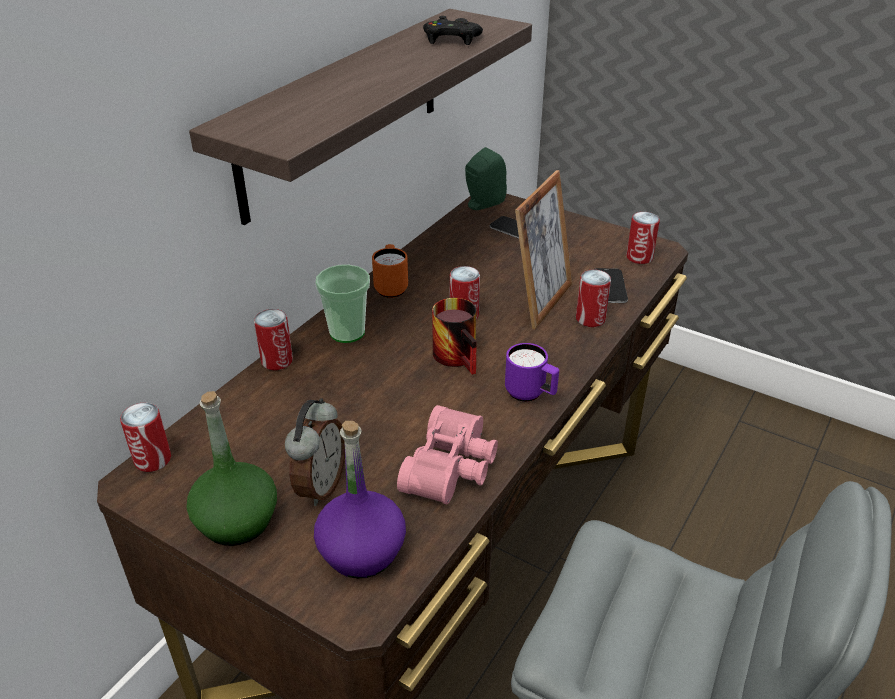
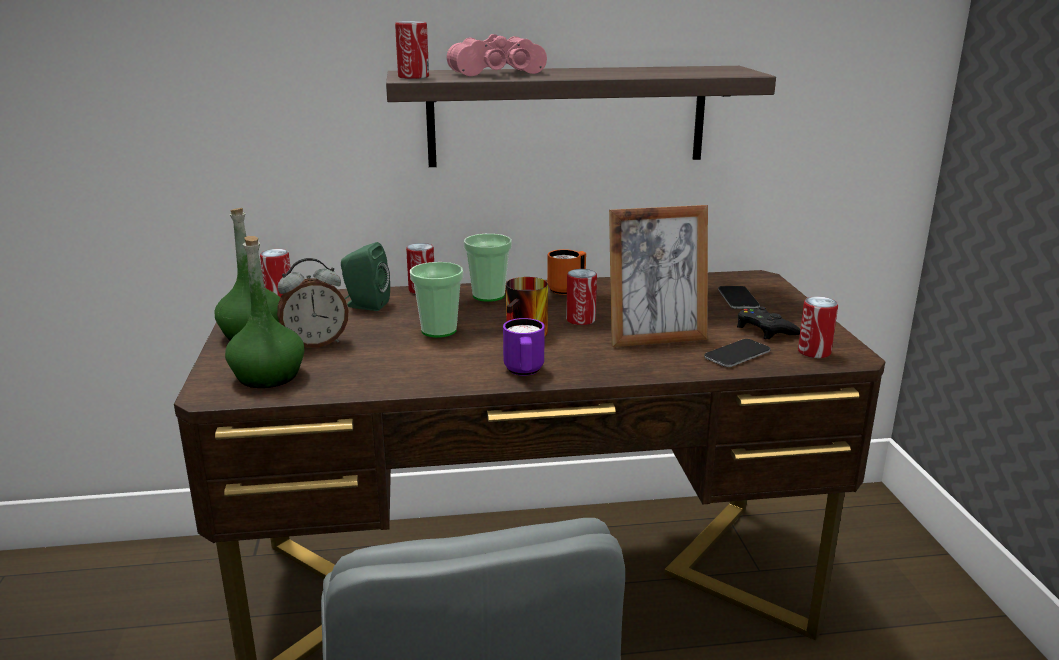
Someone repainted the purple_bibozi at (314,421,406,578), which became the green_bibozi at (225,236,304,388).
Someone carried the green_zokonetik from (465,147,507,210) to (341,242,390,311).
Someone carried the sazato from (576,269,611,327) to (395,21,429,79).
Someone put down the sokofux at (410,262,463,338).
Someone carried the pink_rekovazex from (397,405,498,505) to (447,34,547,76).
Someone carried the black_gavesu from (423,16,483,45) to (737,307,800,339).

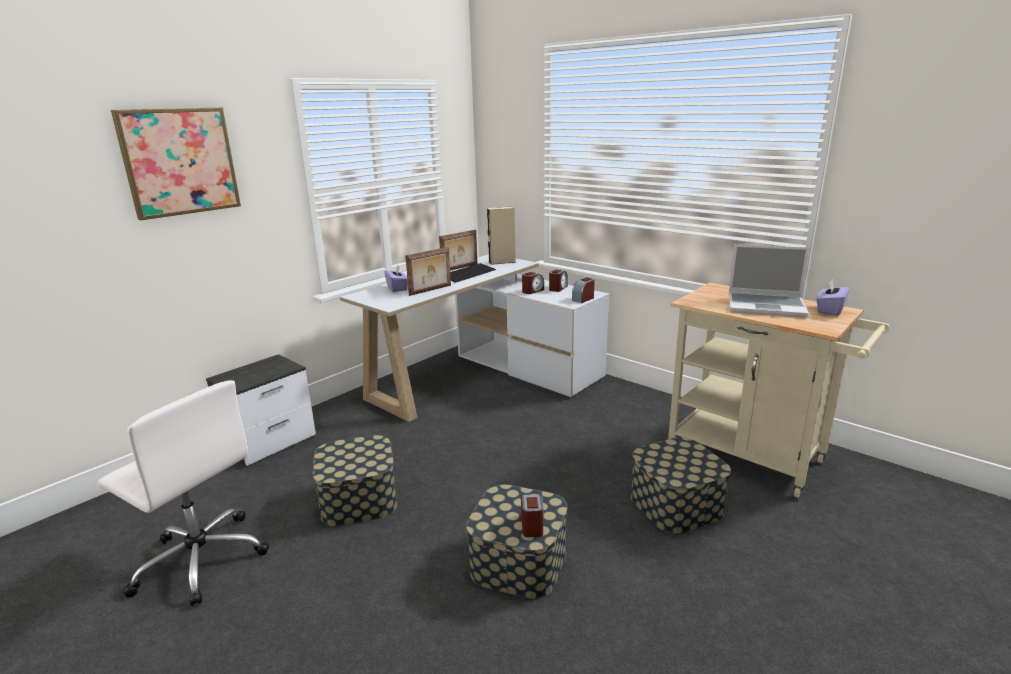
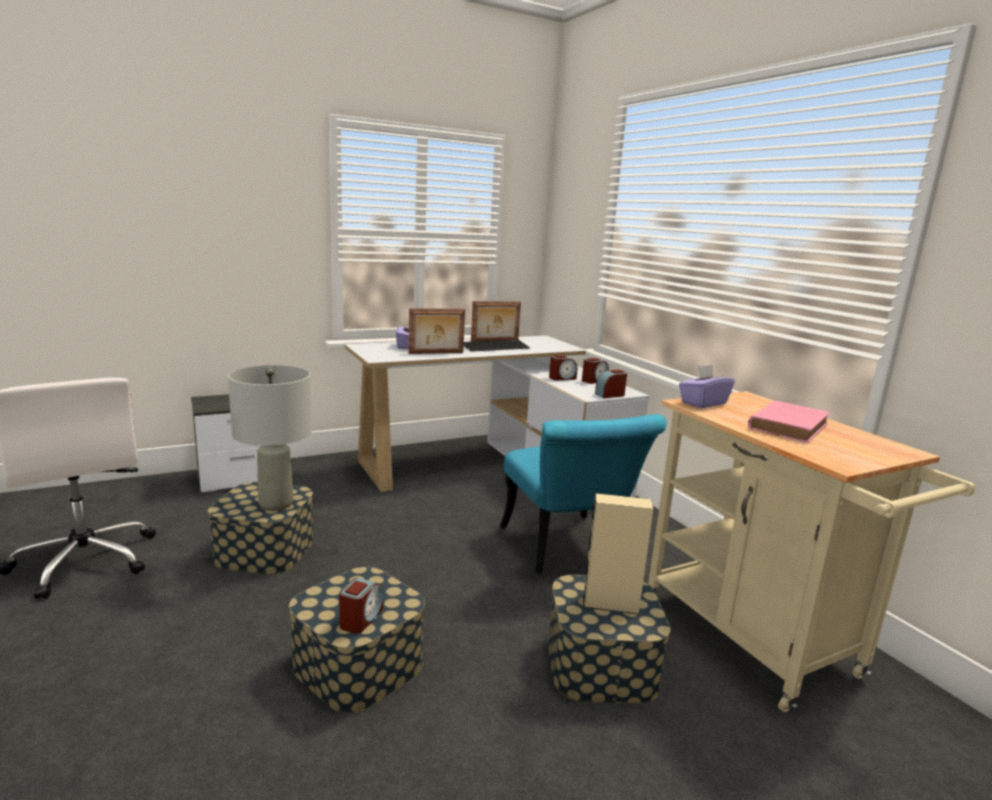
Someone put down the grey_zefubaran at (228,365,312,511).
Someone put down the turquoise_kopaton at (500,414,667,574).
Someone carried the beige_zokonetik from (487,207,516,265) to (583,493,653,615).
Someone carried the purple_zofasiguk from (816,279,849,316) to (679,364,735,408).
Someone swapped the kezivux at (729,244,809,318) for the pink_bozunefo at (748,400,830,443).
Someone took away the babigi at (111,108,241,220).

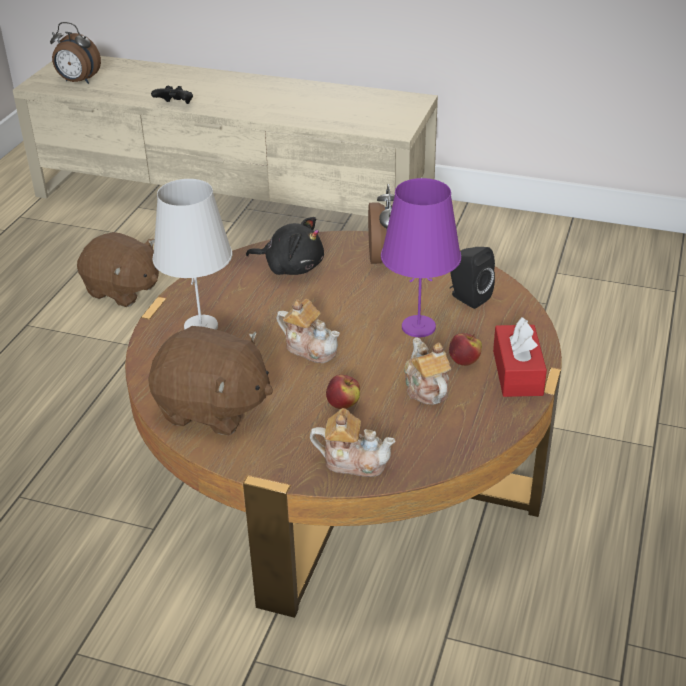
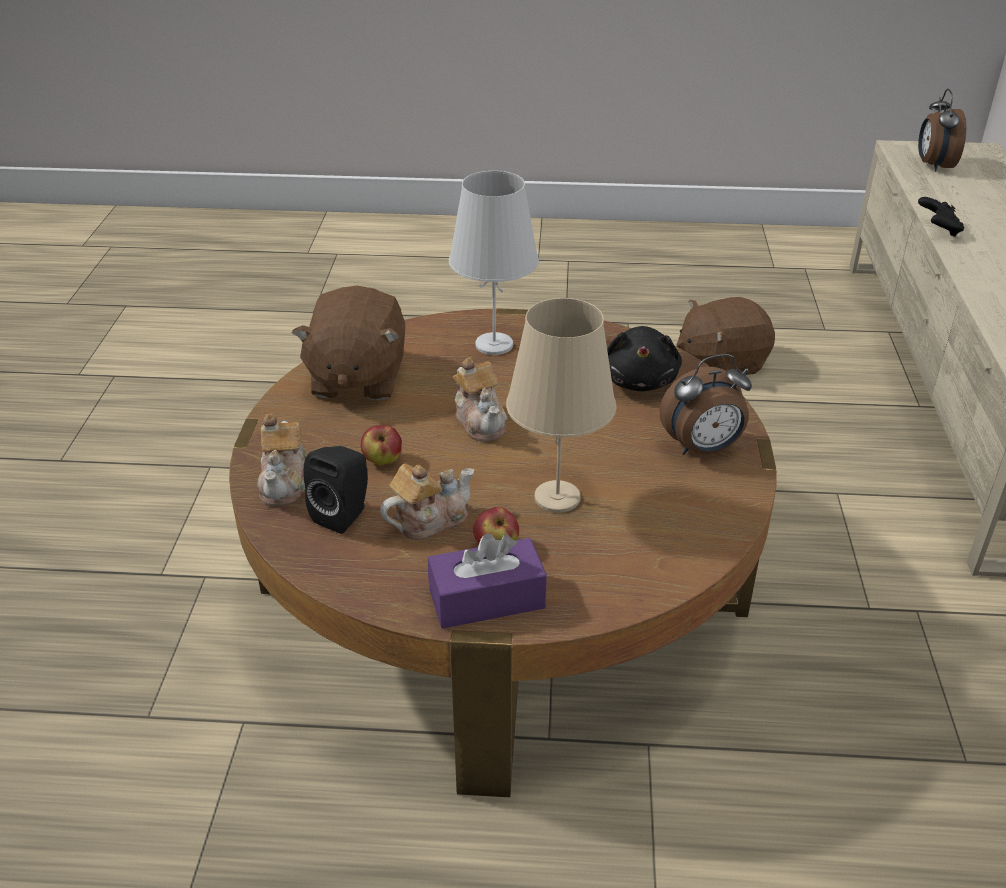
Someone carried the black_zokonetik from (450,247,495,309) to (303,446,368,534).
Someone repainted the red_zofasiguk at (493,317,547,397), which became the purple_zofasiguk at (428,533,547,629).
Someone rotated the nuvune at (276,299,340,363) by 45 degrees counterclockwise.
Someone repainted the purple_zefubaran at (381,178,461,337), which became the beige_zefubaran at (506,298,617,513).
Someone rotated the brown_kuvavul at (77,232,159,307) by 60 degrees clockwise.

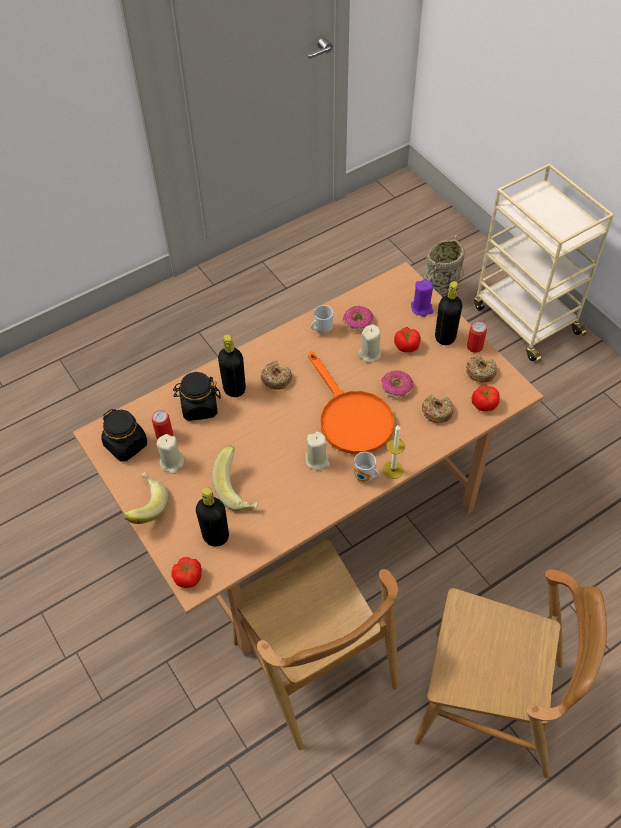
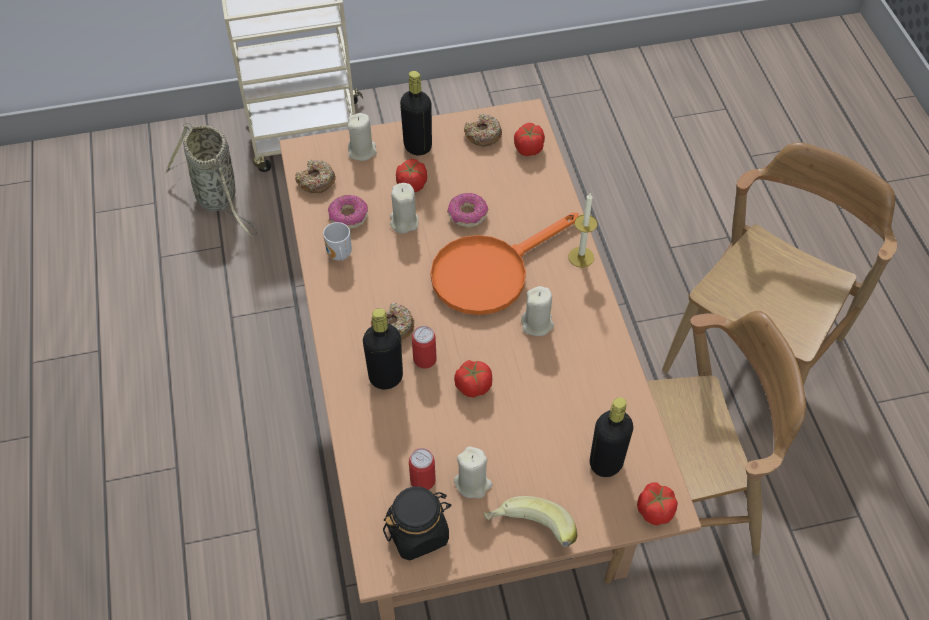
Someone carried the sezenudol from (422,394,453,423) to (295,159,336,193).
Someone repainted the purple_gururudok at (411,279,433,317), which became the beige_gururudok at (348,113,377,161).
Someone carried the sazato from (467,321,487,353) to (412,326,436,368).
Someone rotated the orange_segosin at (308,351,394,454) by 150 degrees clockwise.
Someone put down the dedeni at (454,360,492,398).
Someone took away the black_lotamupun at (173,372,221,421).
Someone took away the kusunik at (212,445,257,511).
Someone took away the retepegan at (354,452,380,482).

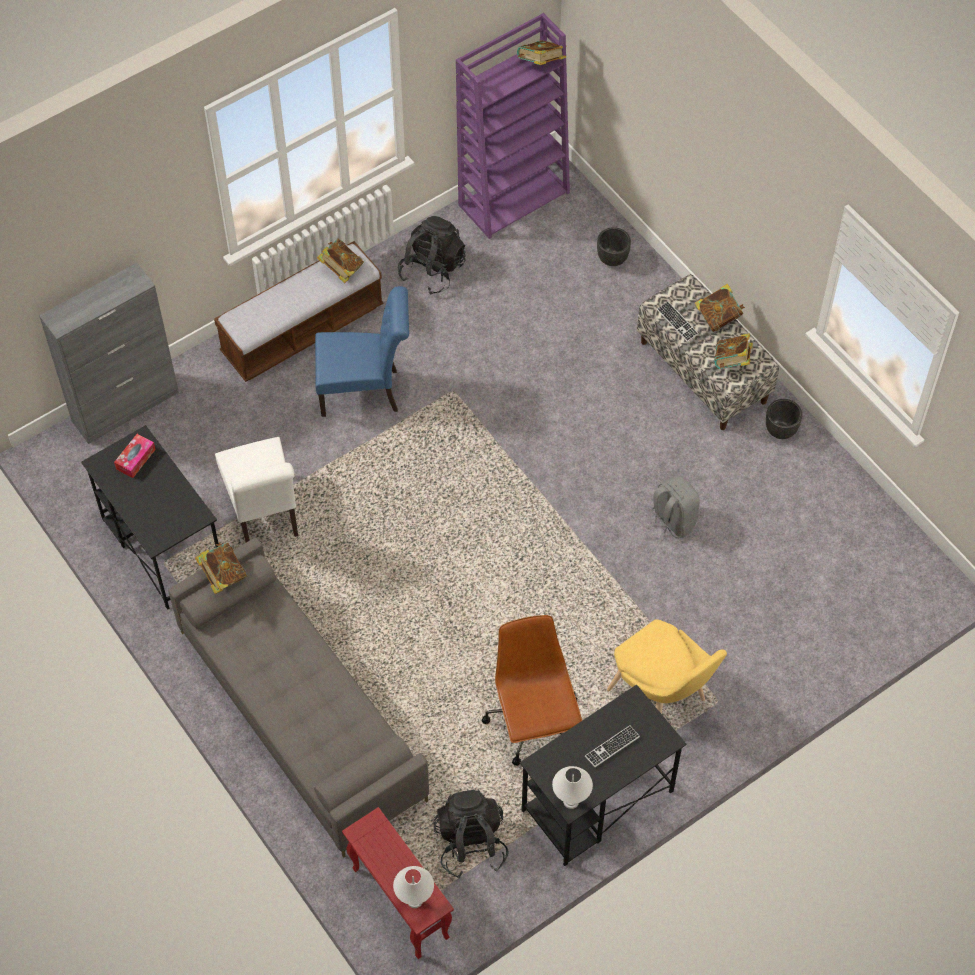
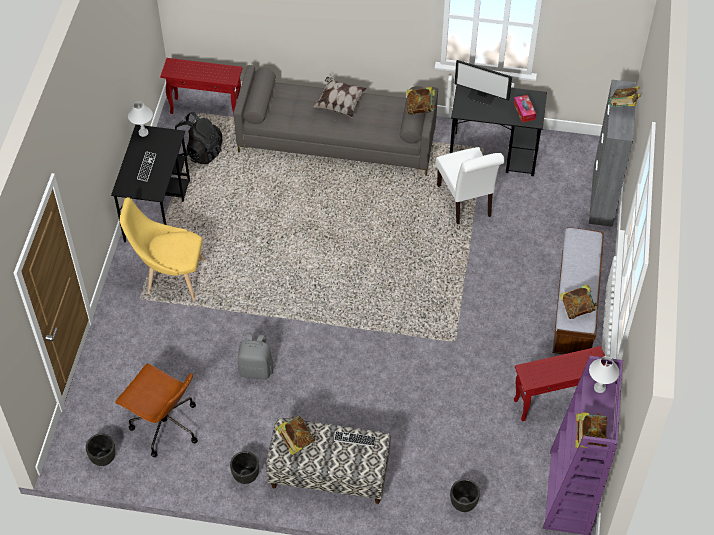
Someone put down the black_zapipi at (86,434,116,466).
Someone carried the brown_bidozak from (482,615,582,766) to (115,364,198,457).
Someone put down the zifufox at (313,77,367,118).
Someone rotated the white_kopaton at (215,437,298,542) by 135 degrees counterclockwise.
Someone put down the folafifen at (454,60,512,106).
Someone swapped the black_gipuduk at (398,216,466,294) for the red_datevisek at (514,346,608,421).
Someone carried the white_zefubaran from (393,866,434,908) to (589,356,620,393).
Someone carried the bozunefo from (694,283,745,332) to (609,86,641,107).
Someone took away the blue_kopaton at (315,286,409,417).

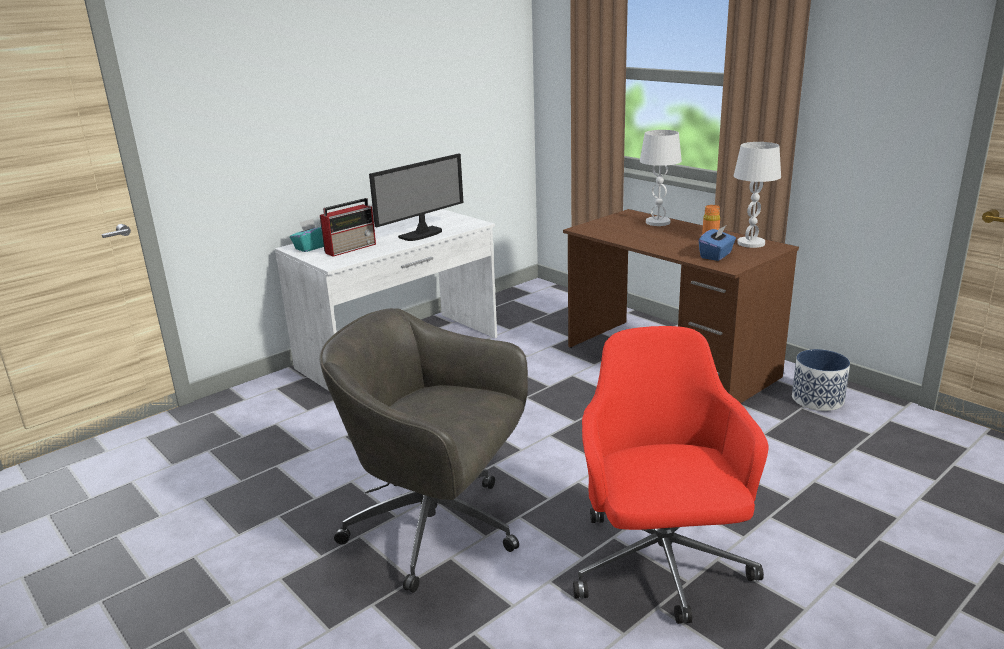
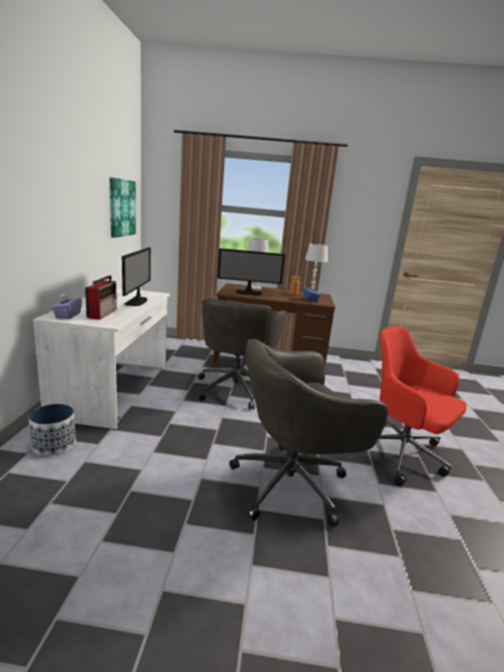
Someone carried the zapipi from (792,349,850,411) to (29,404,76,456).
Someone repainted the turquoise_zofasiguk at (290,219,324,252), which became the purple_zofasiguk at (52,293,82,319).
Someone put up the babigi at (110,177,136,238).
Someone put down the grey_bidozak at (198,298,286,409).
Someone put down the folafifen at (217,248,285,295).

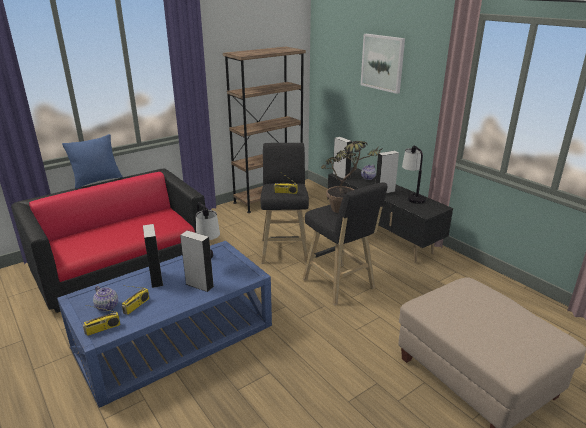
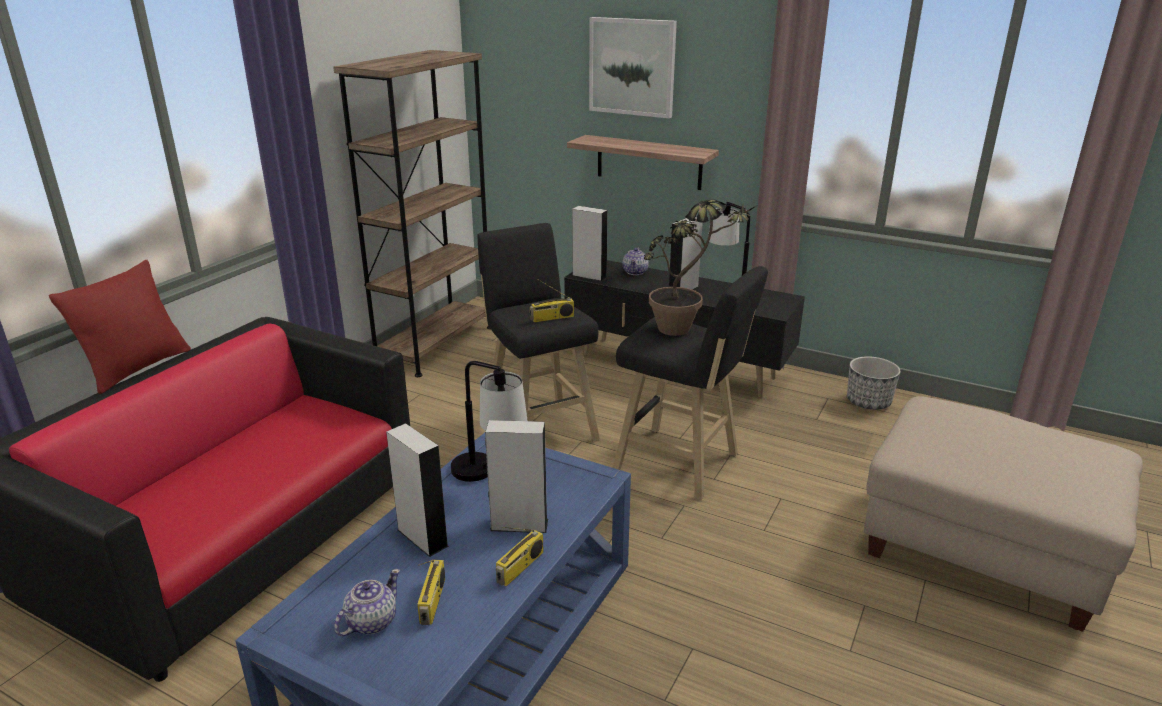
Someone repainted the blue_zifufox at (62,134,122,189), which became the red_zifufox at (49,260,191,394).
Someone rotated the nuvune at (93,286,118,311) by 75 degrees counterclockwise.
Someone carried the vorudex from (83,305,121,336) to (496,527,543,586).
Someone put up the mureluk at (567,135,719,190).
Someone put down the zapipi at (847,356,900,410).

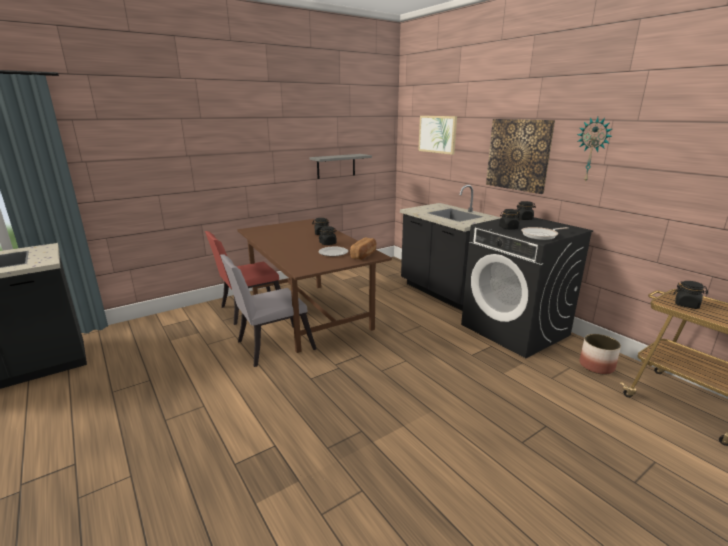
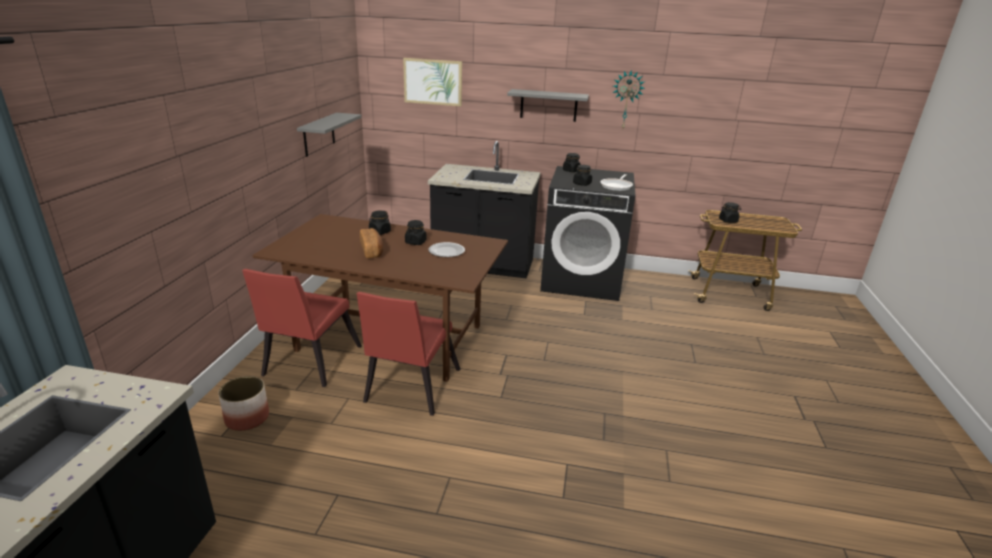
Someone carried the zapipi from (579,334,621,374) to (219,376,269,431).
Someone repainted the grey_kopaton at (220,255,316,367), which became the red_kopaton at (357,292,460,416).
Someone carried the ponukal from (350,237,376,260) to (360,228,383,258).
Someone swapped the babigi at (486,119,555,194) for the grey_mureluk at (507,89,589,122).

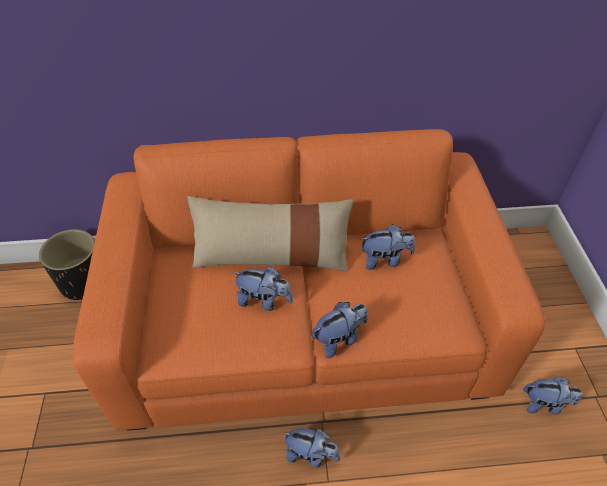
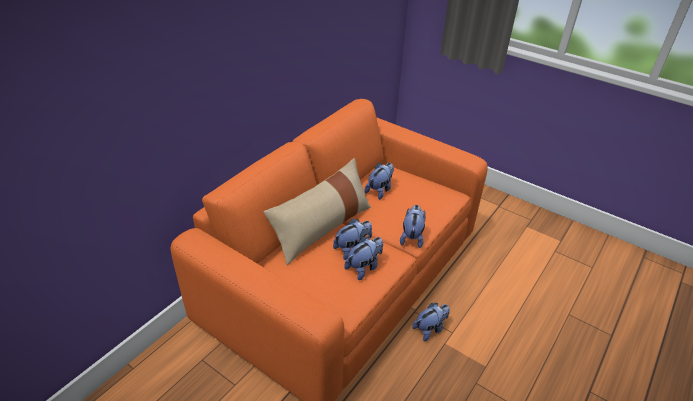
Someone carried the kuvavul from (523,377,582,414) to (344,236,383,280).
Someone took away the black_zapipi at (39,229,95,300).

